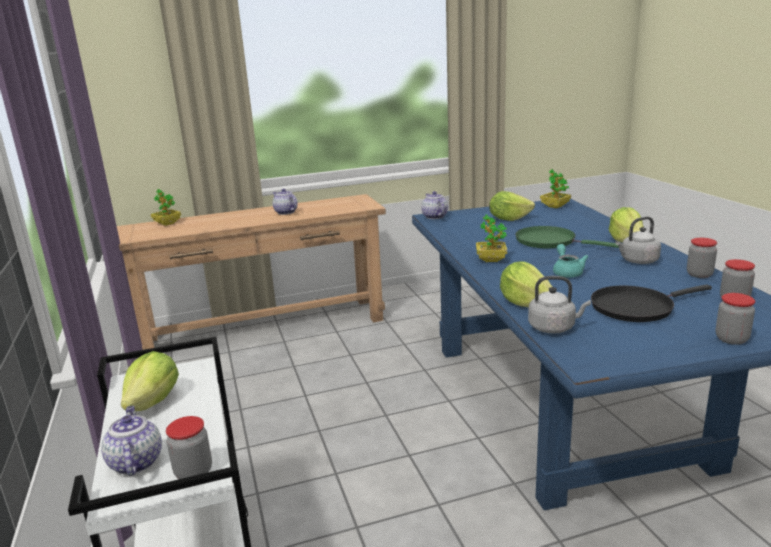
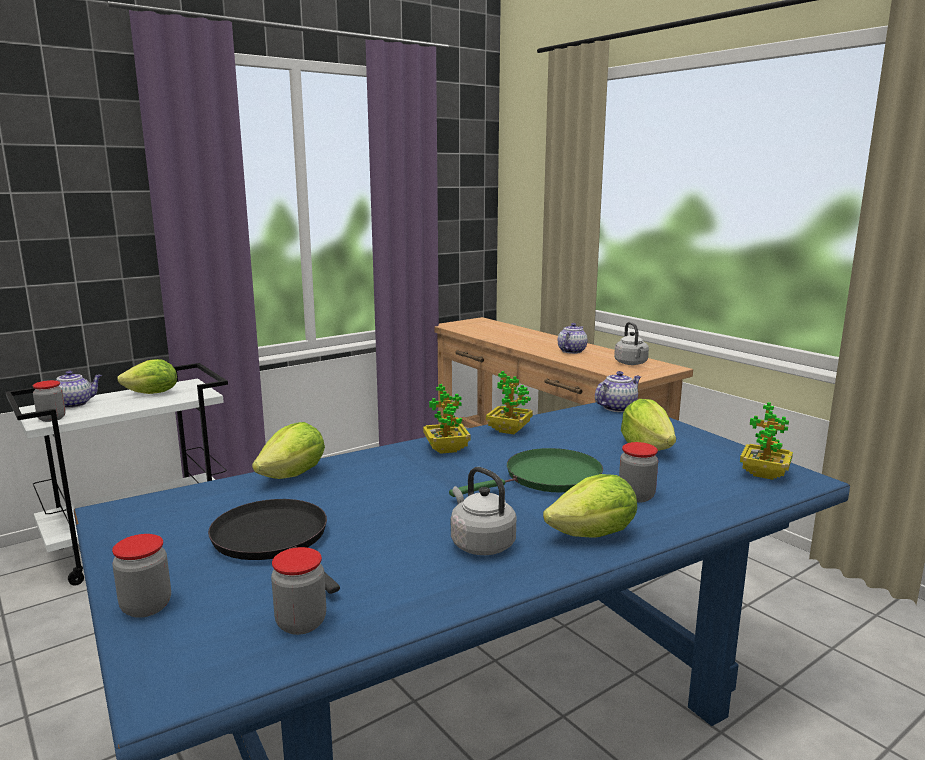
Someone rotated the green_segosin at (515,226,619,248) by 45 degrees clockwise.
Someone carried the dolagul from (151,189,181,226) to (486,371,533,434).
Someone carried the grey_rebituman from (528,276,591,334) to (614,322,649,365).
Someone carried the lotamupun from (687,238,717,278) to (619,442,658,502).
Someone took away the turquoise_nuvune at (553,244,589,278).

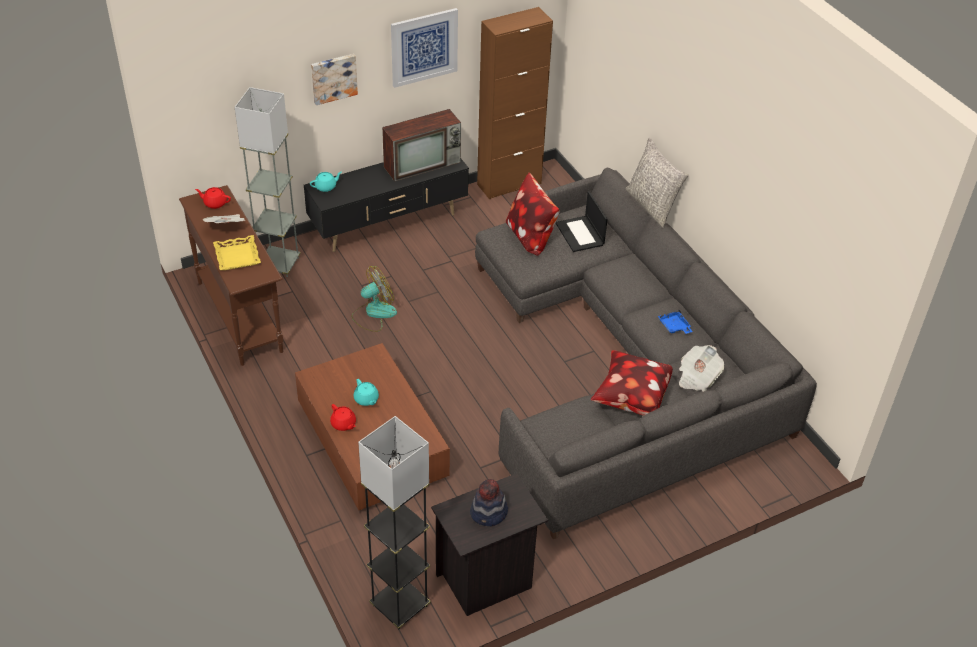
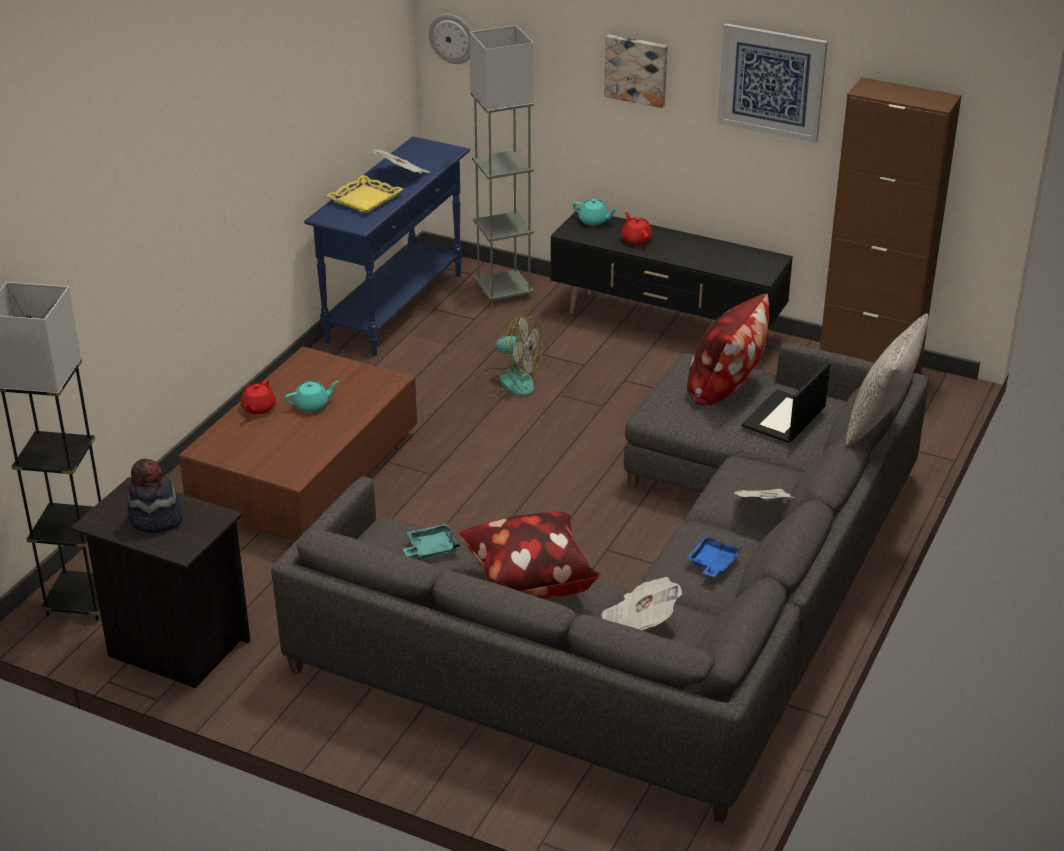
Someone rotated the turquoise_nuvune at (354,379,379,406) by 135 degrees counterclockwise.
Someone repainted the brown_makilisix at (179,185,283,366), which became the blue_makilisix at (304,136,470,356).
Someone put down the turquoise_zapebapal at (403,524,460,559).
Someone put up the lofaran at (429,14,472,64).
Someone carried the red_nuvune from (195,187,231,209) to (621,212,652,245).
Someone put down the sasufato at (734,489,795,501).
Someone took away the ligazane at (382,109,461,182).

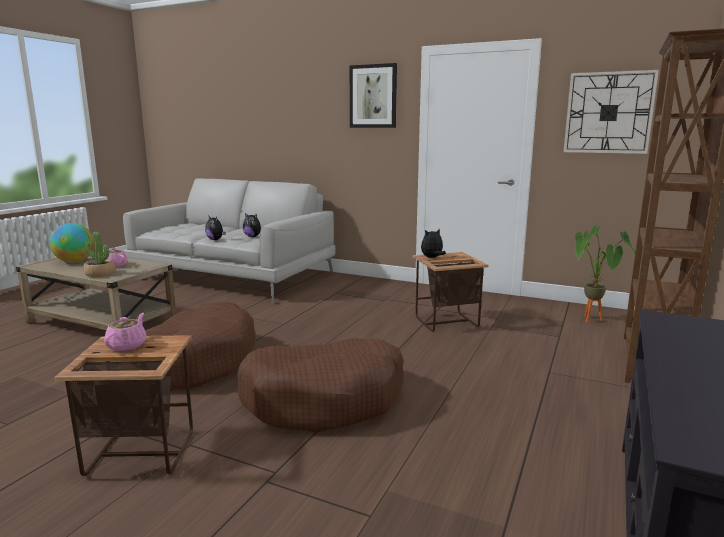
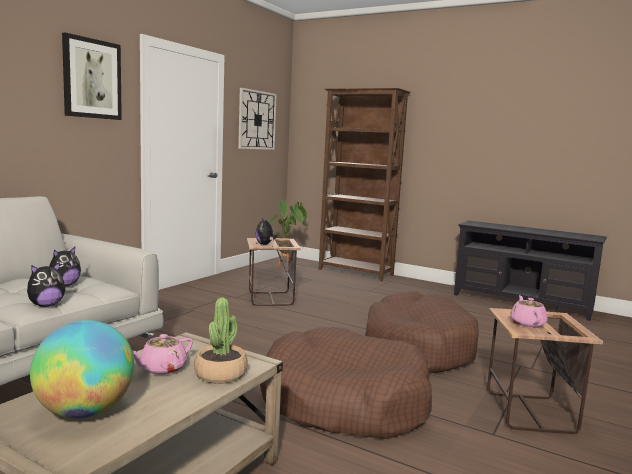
Someone rotated the pink_nuvune at (104,313,146,351) by 75 degrees clockwise.

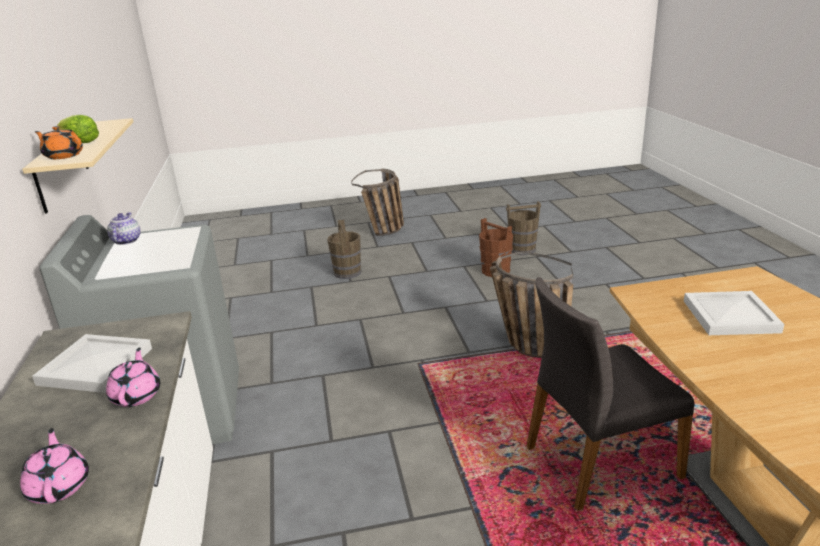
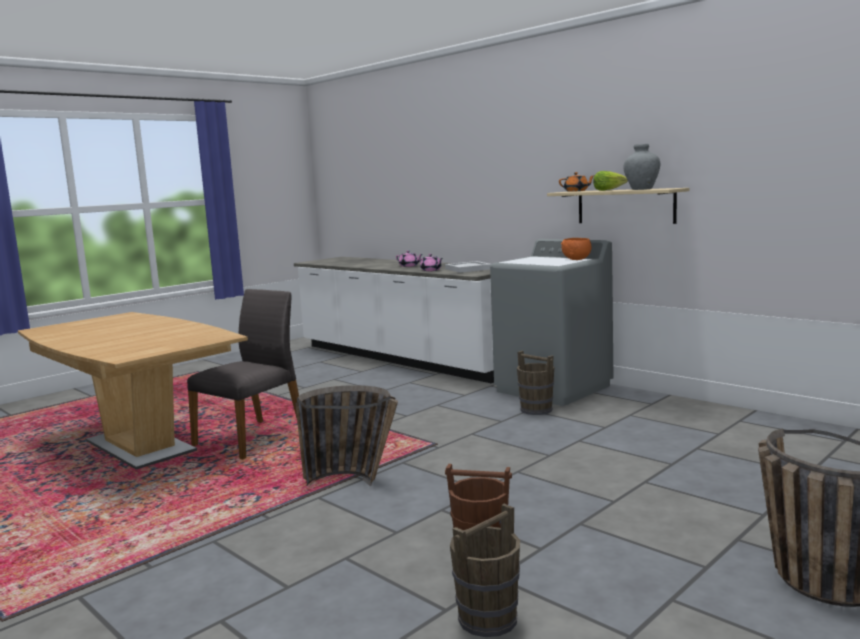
Someone carried the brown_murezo from (327,220,361,279) to (517,351,554,415).
Someone swapped the nuvune at (107,212,140,245) for the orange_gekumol at (561,238,591,260).
Someone put down the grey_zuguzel at (623,144,660,190).
Someone took away the white_zapebapal at (684,291,784,335).

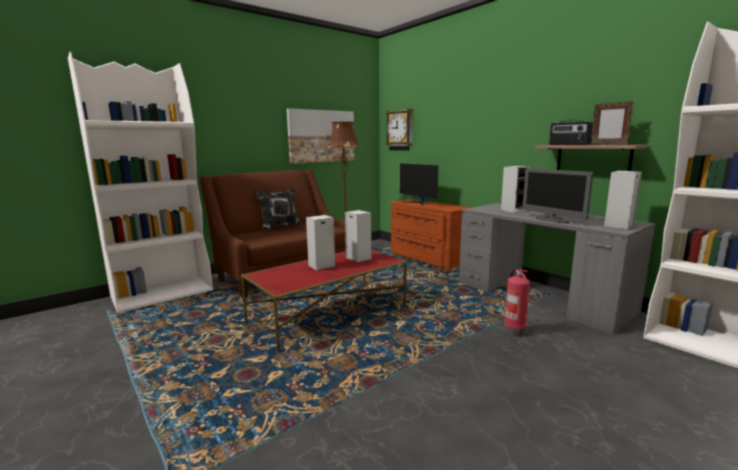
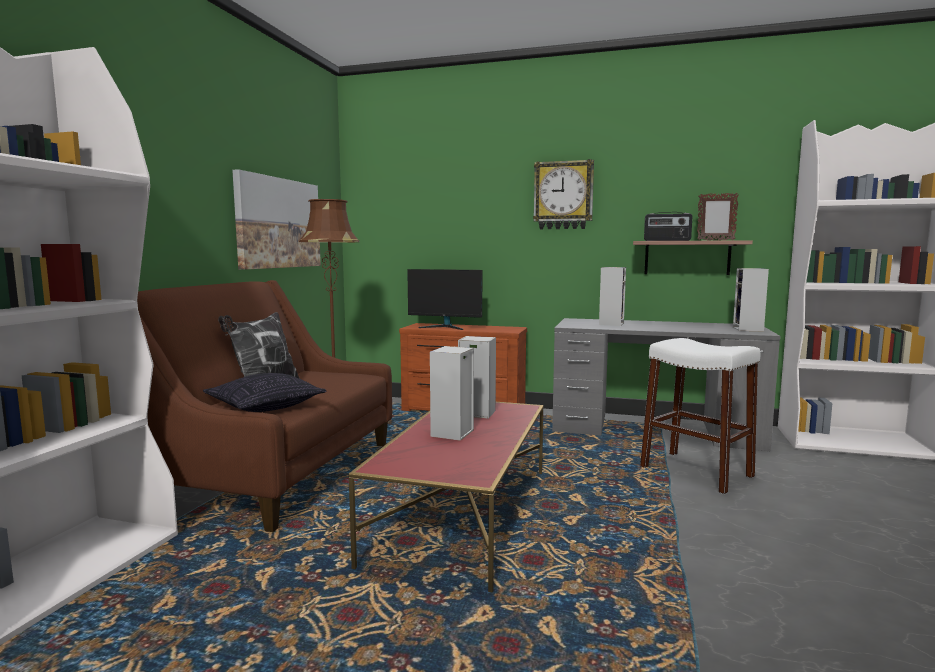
Someone put down the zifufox at (203,373,327,412).
Someone carried the lofaran from (386,109,413,151) to (533,159,594,229).
Someone swapped the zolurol at (504,269,530,337) for the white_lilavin at (640,338,760,494).
Someone took away the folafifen at (522,168,594,223).

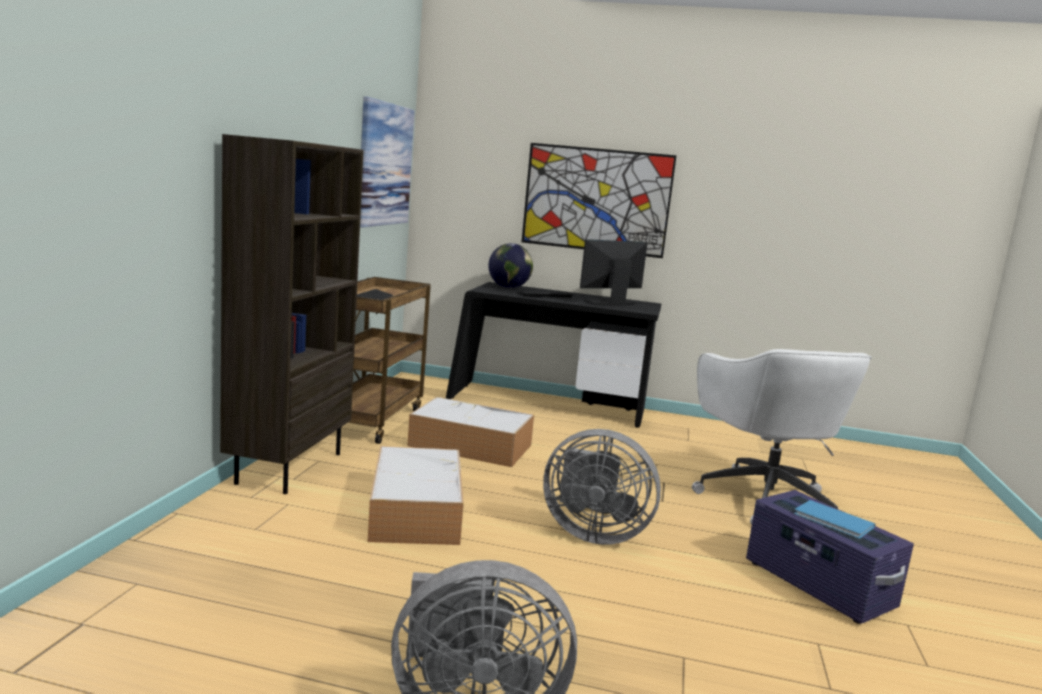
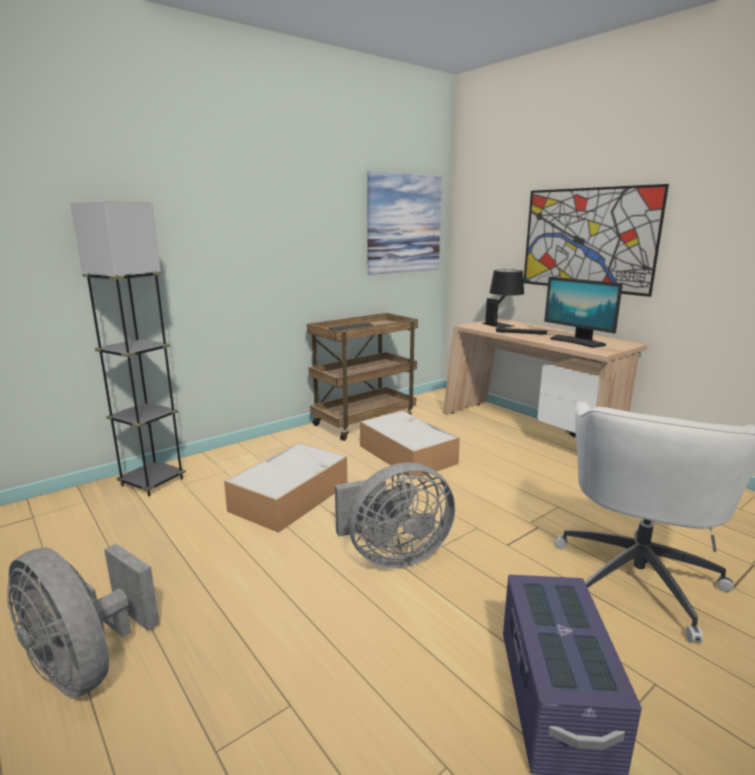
Someone put down the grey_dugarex at (71,201,186,496).
Someone rotated the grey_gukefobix at (543,429,661,545) by 75 degrees counterclockwise.
Someone repainted the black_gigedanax at (446,282,661,428), which became the beige_gigedanax at (443,318,647,437).
Someone swapped the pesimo at (489,243,533,288) for the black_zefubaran at (481,269,524,328).
Someone rotated the folafifen at (580,239,648,306) by 135 degrees counterclockwise.
Someone took away the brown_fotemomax at (220,134,364,494).
Someone took away the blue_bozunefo at (794,500,875,539).

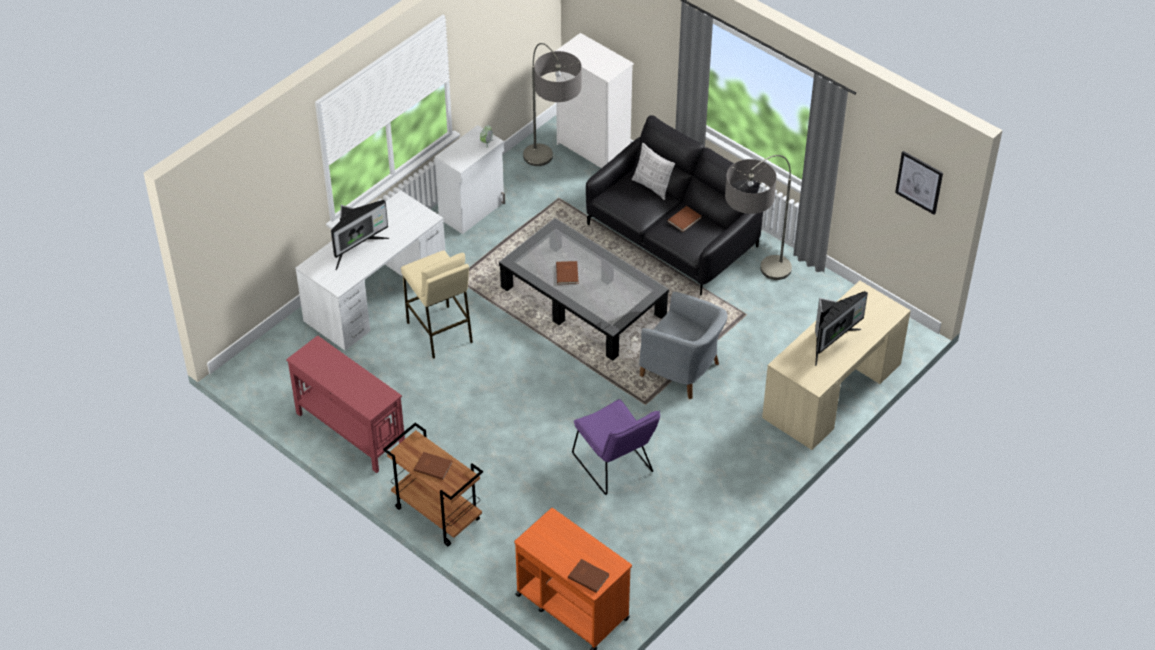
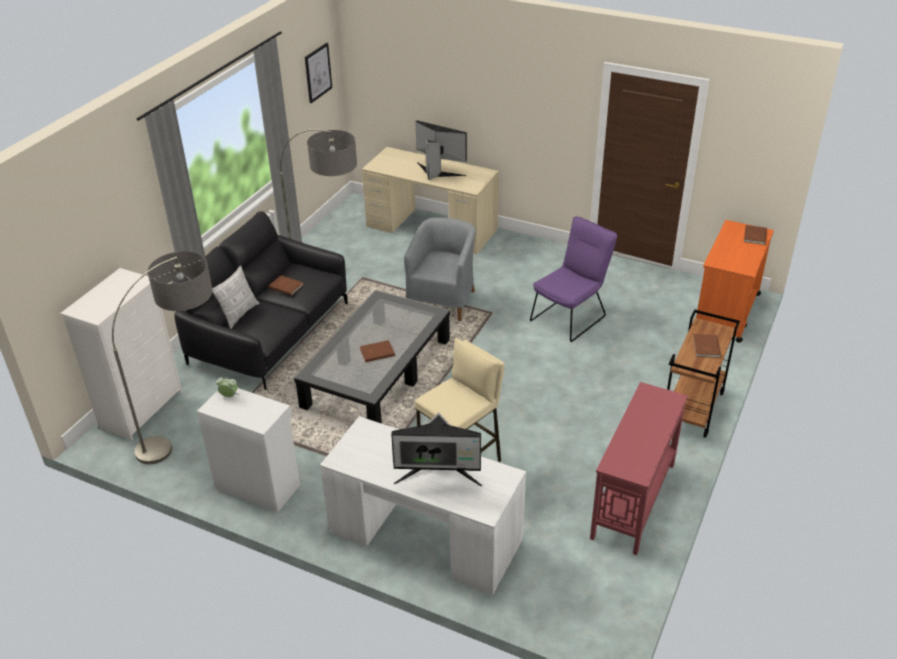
Someone rotated the folafifen at (331,200,389,270) by 150 degrees clockwise.

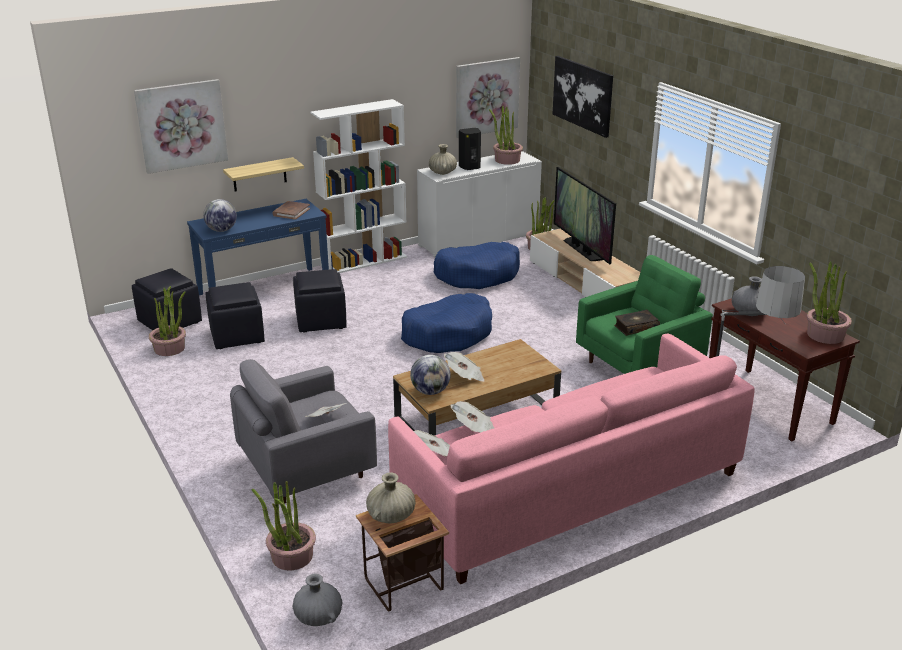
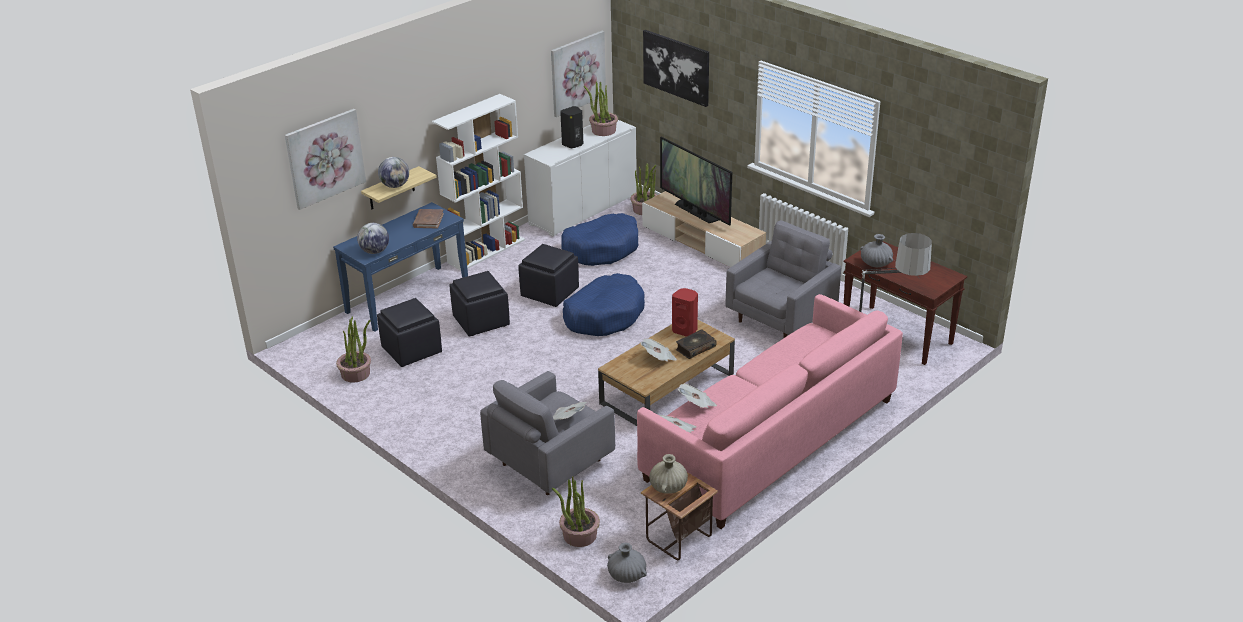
Someone carried the pesimo from (410,355,451,395) to (378,157,409,188).
Someone carried the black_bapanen from (132,268,202,331) to (518,244,579,307).
Someone put down the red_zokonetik at (672,288,698,337).
Someone carried the bozunefo from (614,309,660,336) to (676,329,717,359).
Someone repainted the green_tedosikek at (576,255,713,374), which became the grey_tedosikek at (726,220,841,338).
Someone took away the beige_zuguzel at (429,144,457,175).
Someone took away the dolagul at (807,261,852,344).

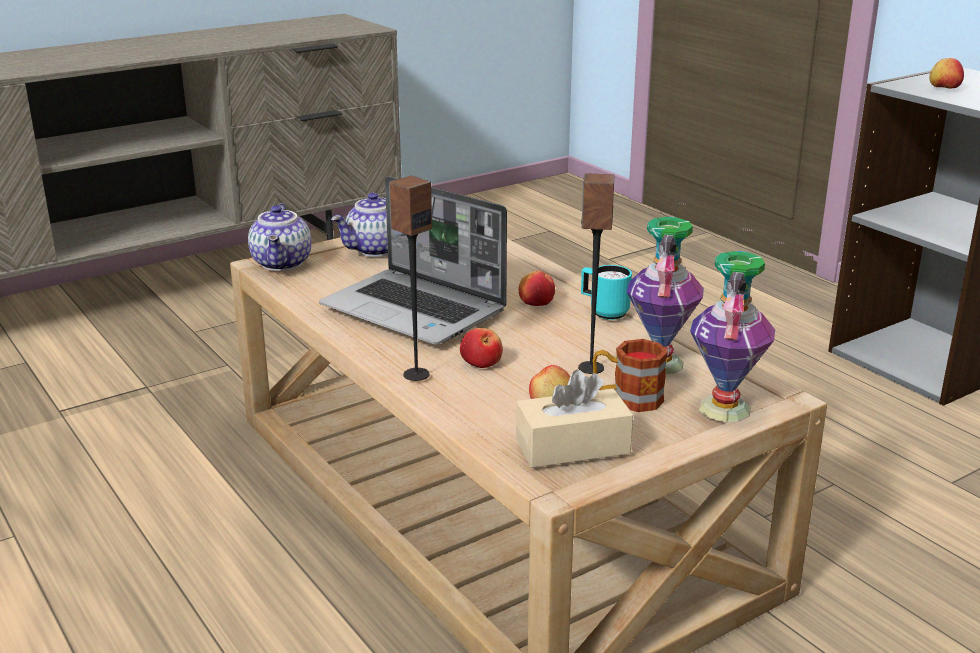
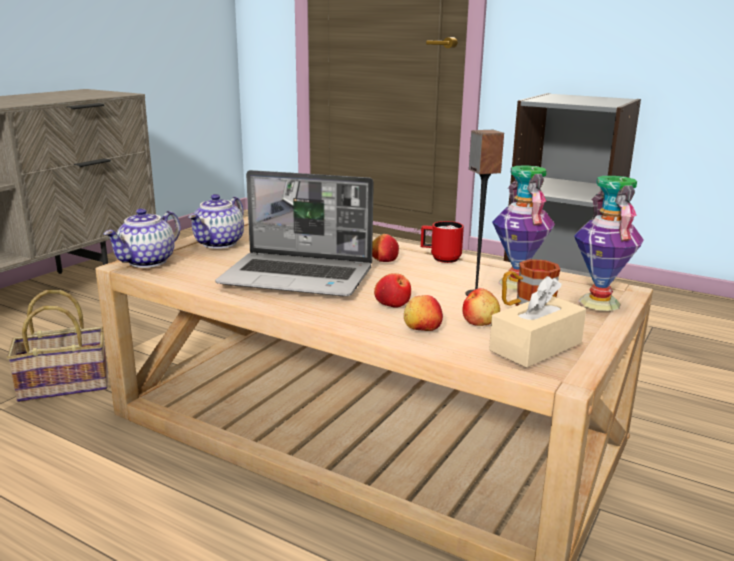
Someone put down the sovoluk at (7,290,108,402).
Someone rotated the nuvune at (248,203,312,271) by 60 degrees clockwise.
Someone carried the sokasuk from (929,58,964,89) to (404,295,443,331).
Someone repainted the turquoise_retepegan at (581,265,632,320), which became the red_retepegan at (421,221,464,263).
Someone took away the zokonetik at (389,176,432,381).

